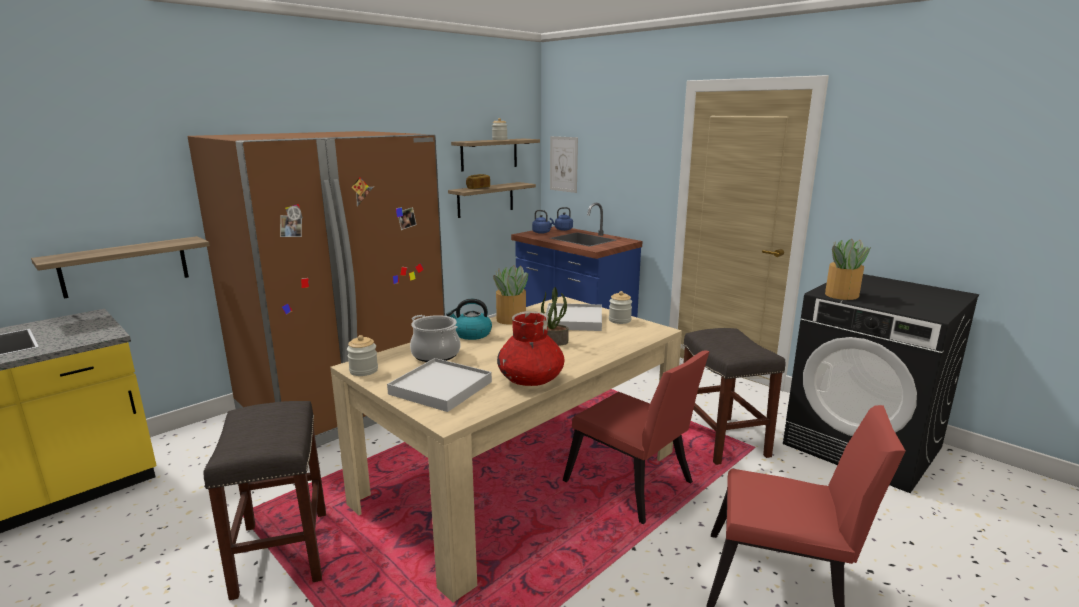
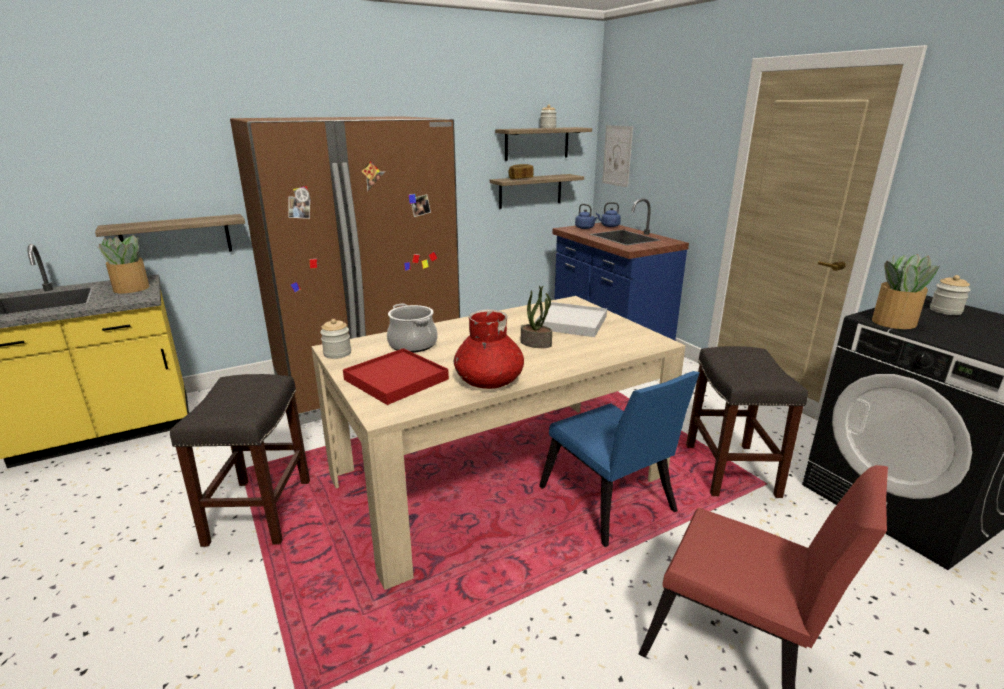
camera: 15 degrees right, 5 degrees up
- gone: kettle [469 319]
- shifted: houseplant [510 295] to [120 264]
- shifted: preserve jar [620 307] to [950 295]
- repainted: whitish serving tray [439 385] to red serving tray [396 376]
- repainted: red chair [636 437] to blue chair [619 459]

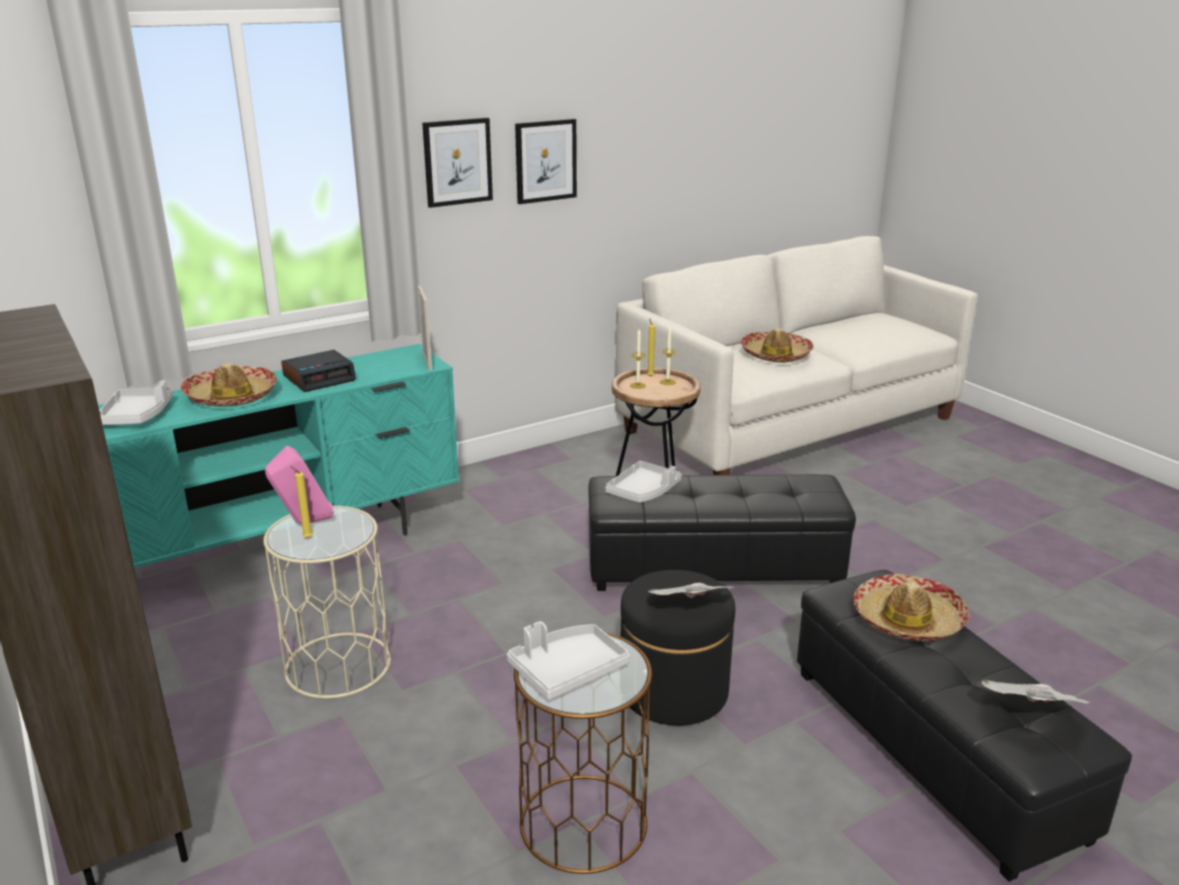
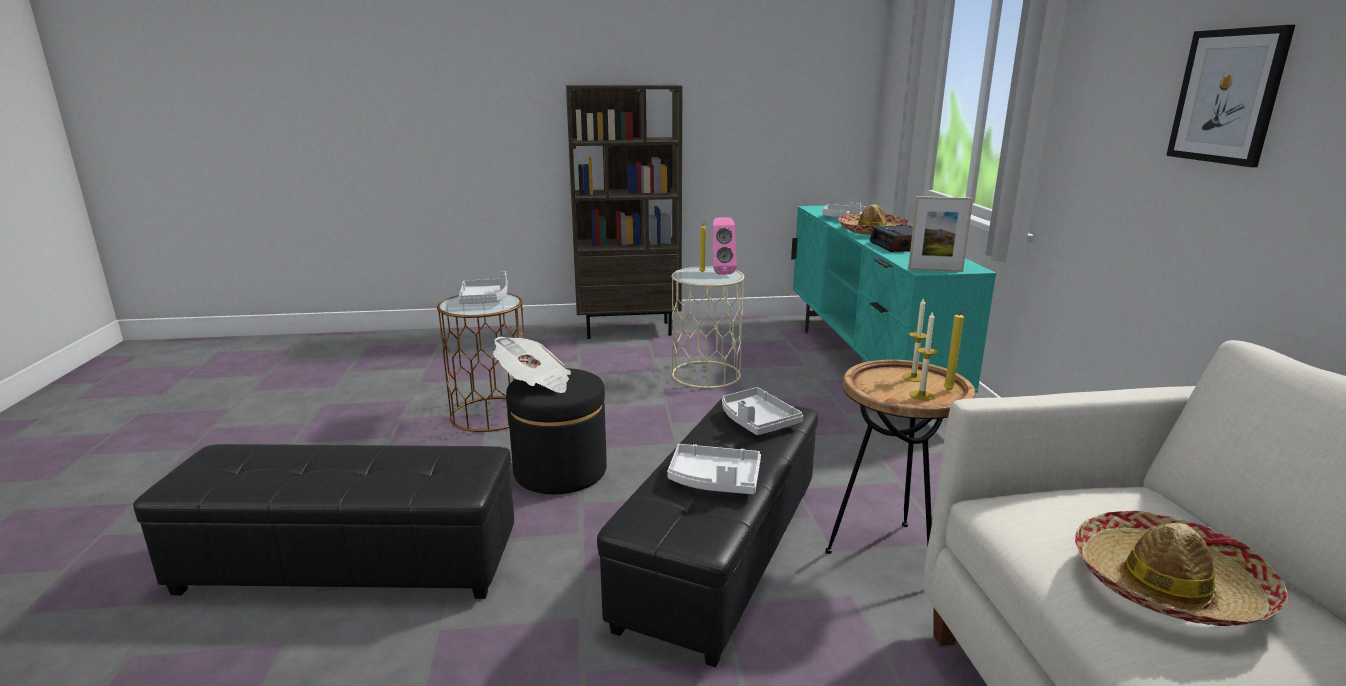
camera: 115 degrees right, 5 degrees down
- gone: wall picture [457 163]
- gone: clothing hat [911 607]
- gone: newspaper [1035 692]
- new: whitish serving tray [714 469]

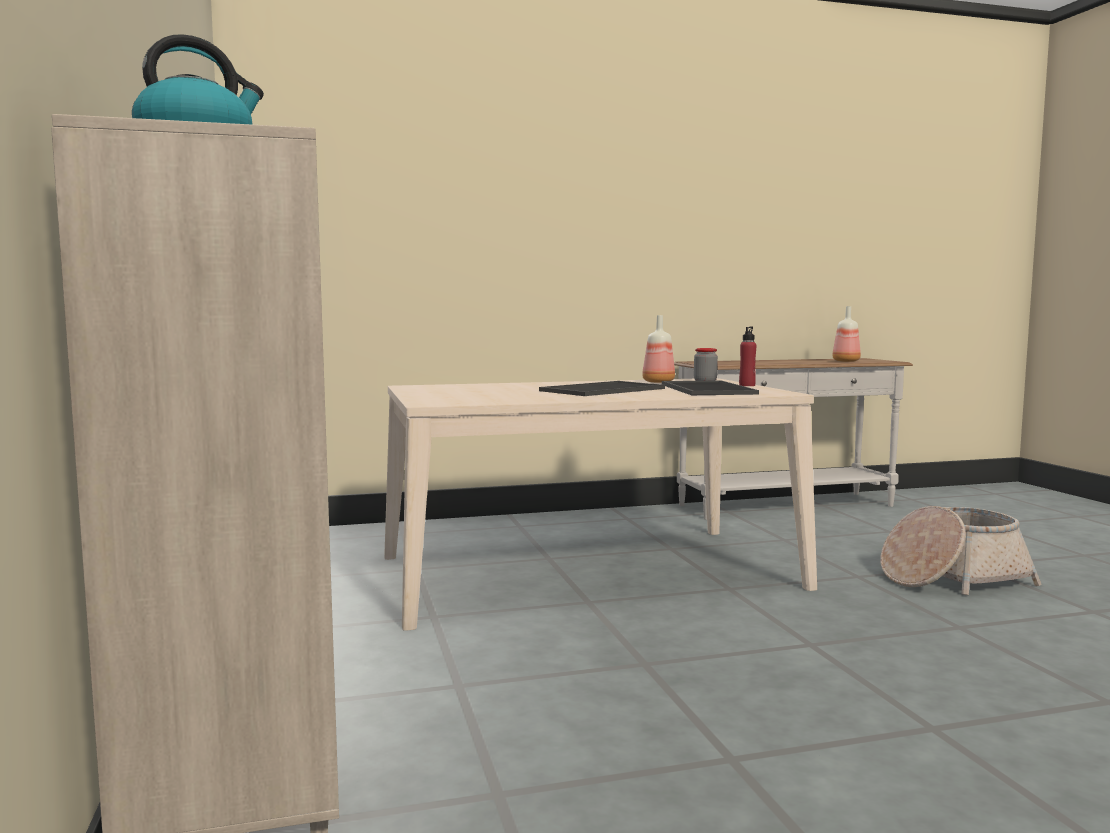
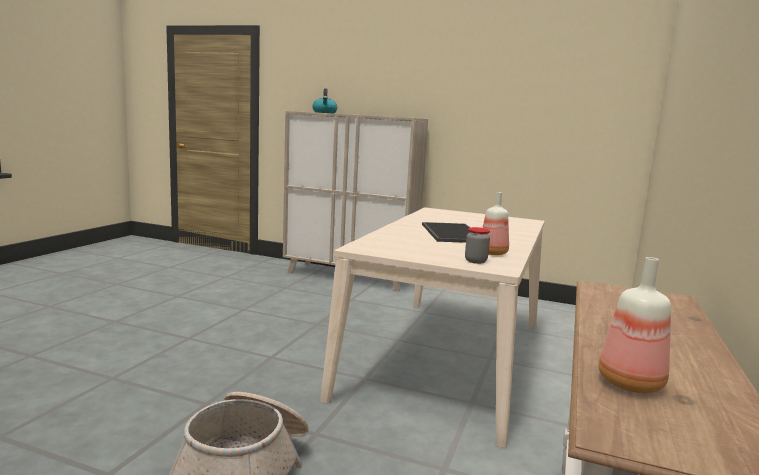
camera: 125 degrees right, 5 degrees up
- gone: serving tray [710 387]
- gone: red bottle [747 356]

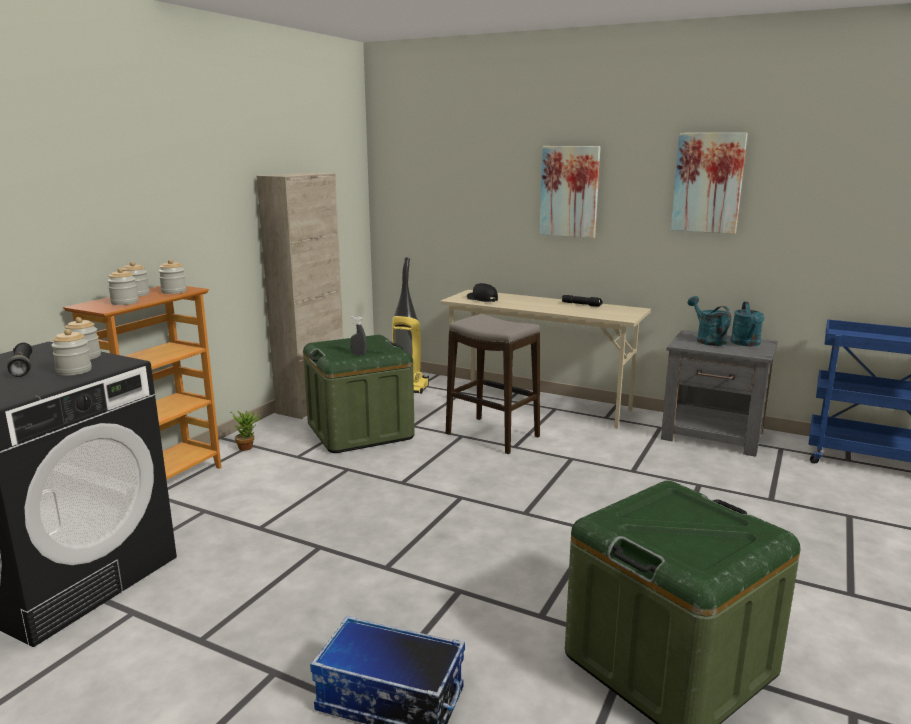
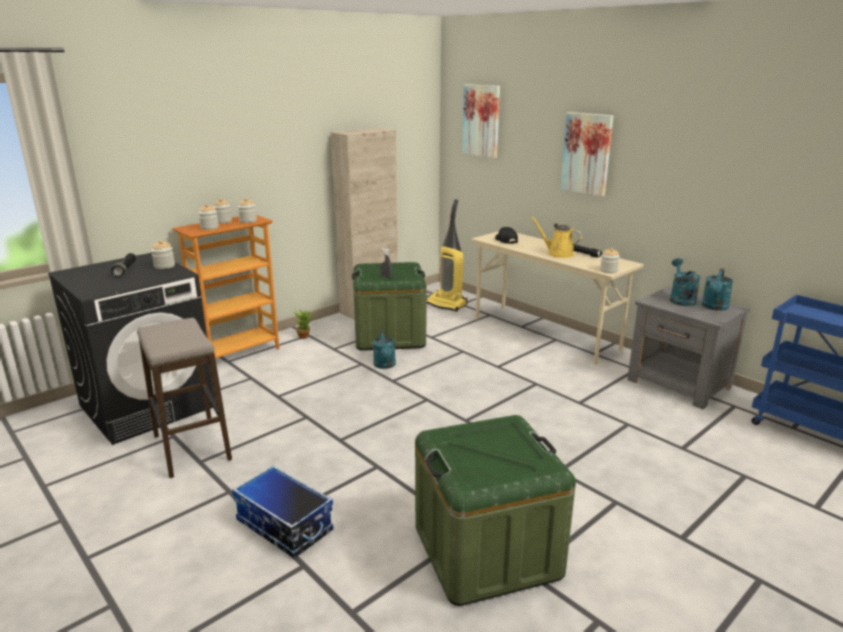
camera: 20 degrees right, 5 degrees up
- new: turquoise watering can [384 349]
- new: yellow watering can [556 237]
- shifted: preserve jar [71 352] to [610 260]
- shifted: sitting stool [493 384] to [184 398]
- shifted: wall picture [709 183] to [481 121]

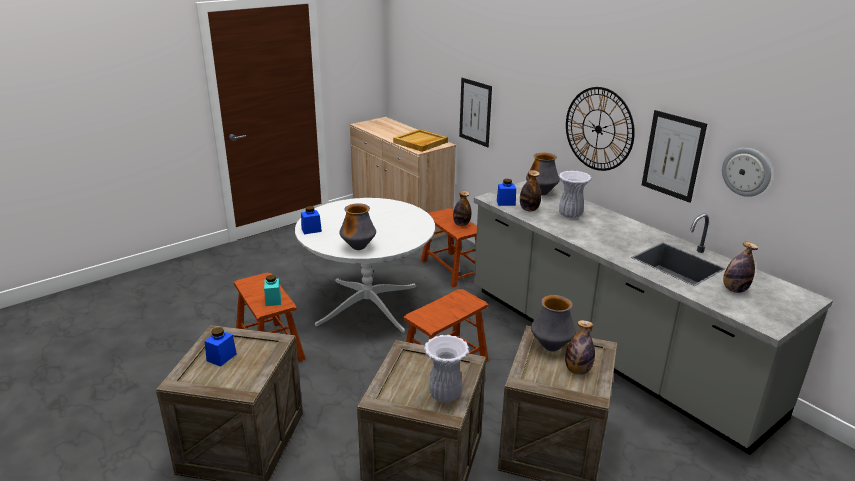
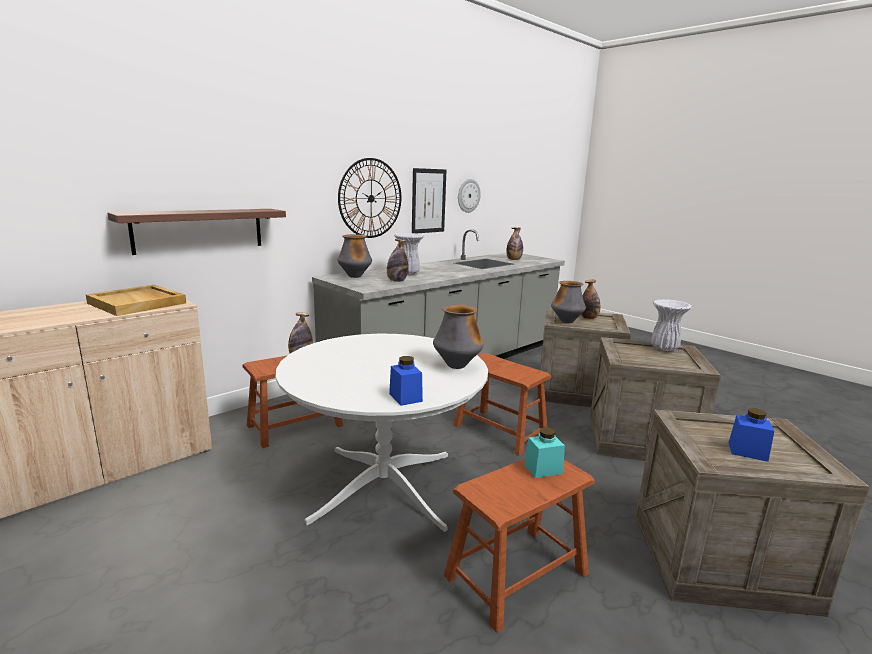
camera: 95 degrees left, 10 degrees down
- gone: blue preserve jar [506 192]
- swapped: wall picture [475 112] to shelf [196 232]

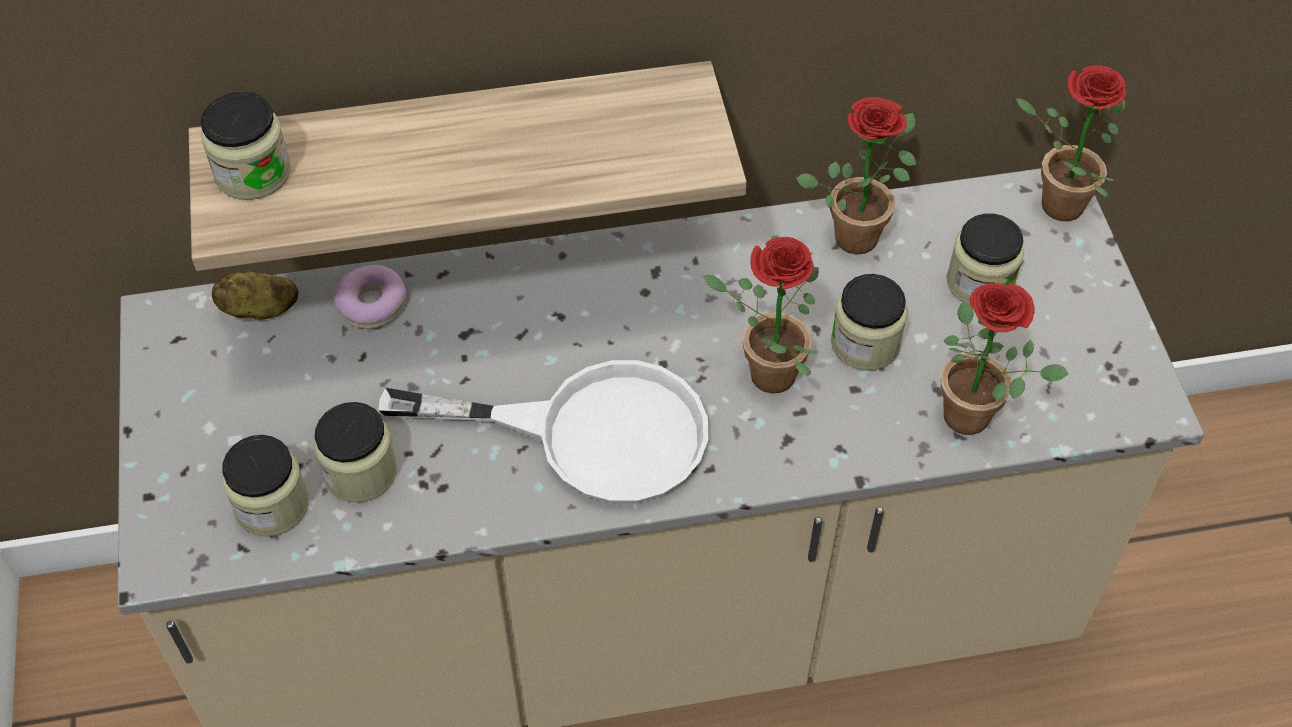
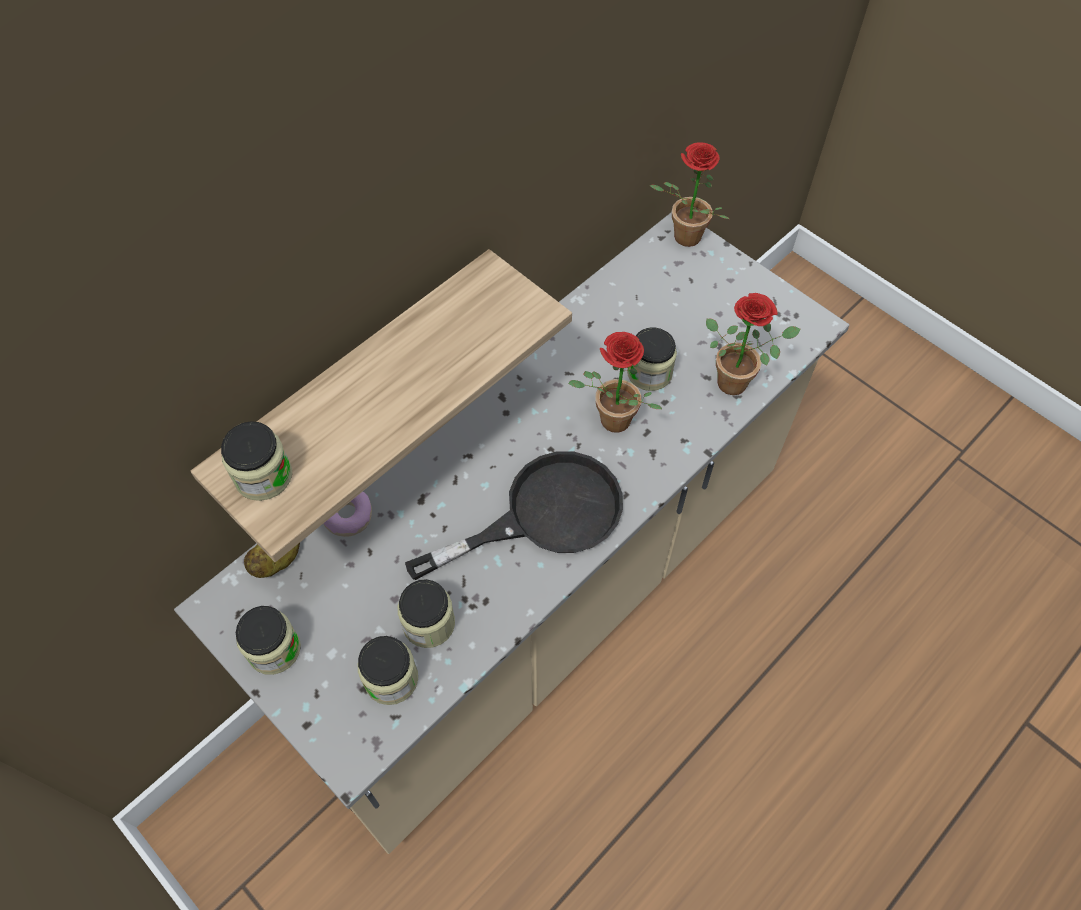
camera: 35 degrees left, 5 degrees up
- gone: houseplant [856 176]
- shifted: preserve jar [985 260] to [268 640]
- repainted: whitish pan [543 431] to black-coloured pan [514 515]

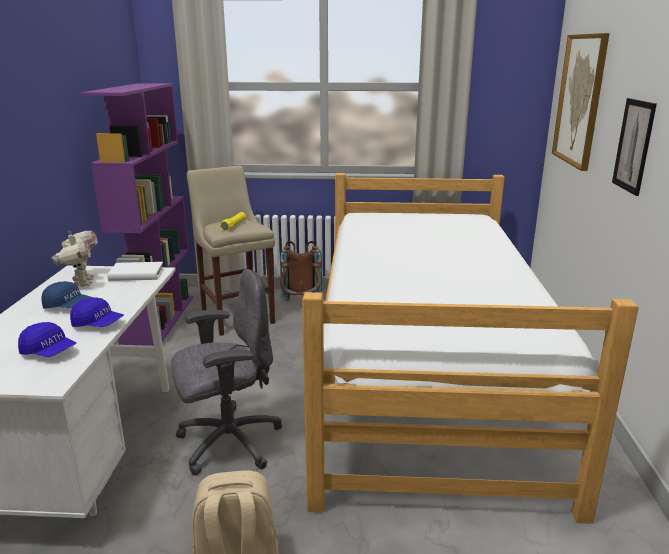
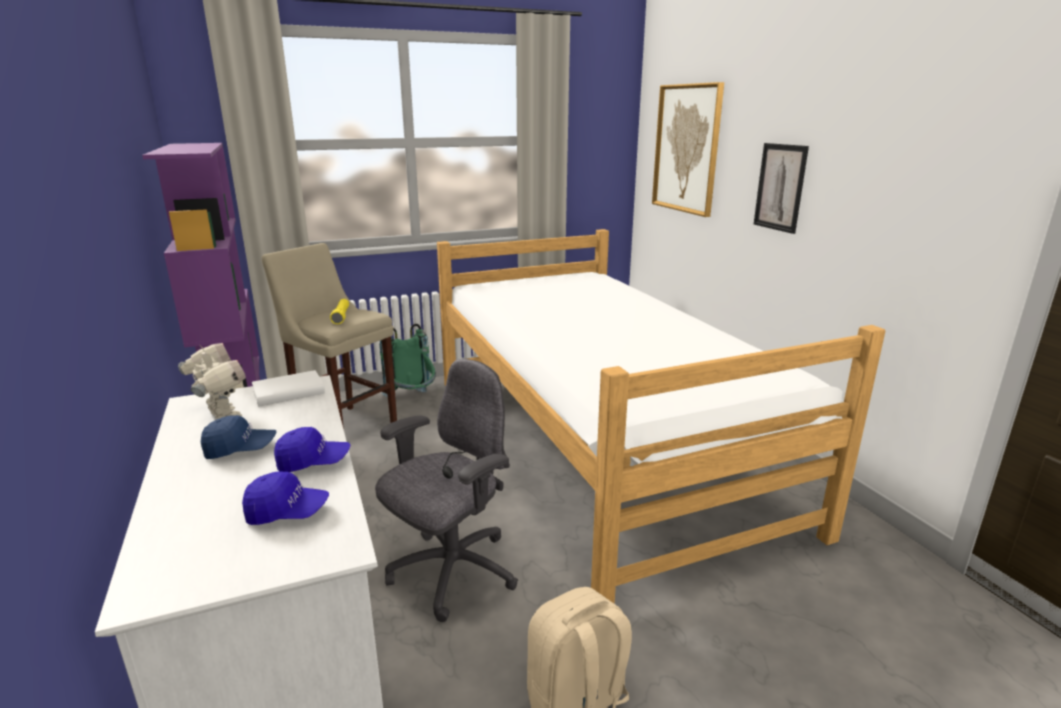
camera: 25 degrees left, 0 degrees up
- repainted: brownish knapsack [301 271] to green knapsack [408 360]

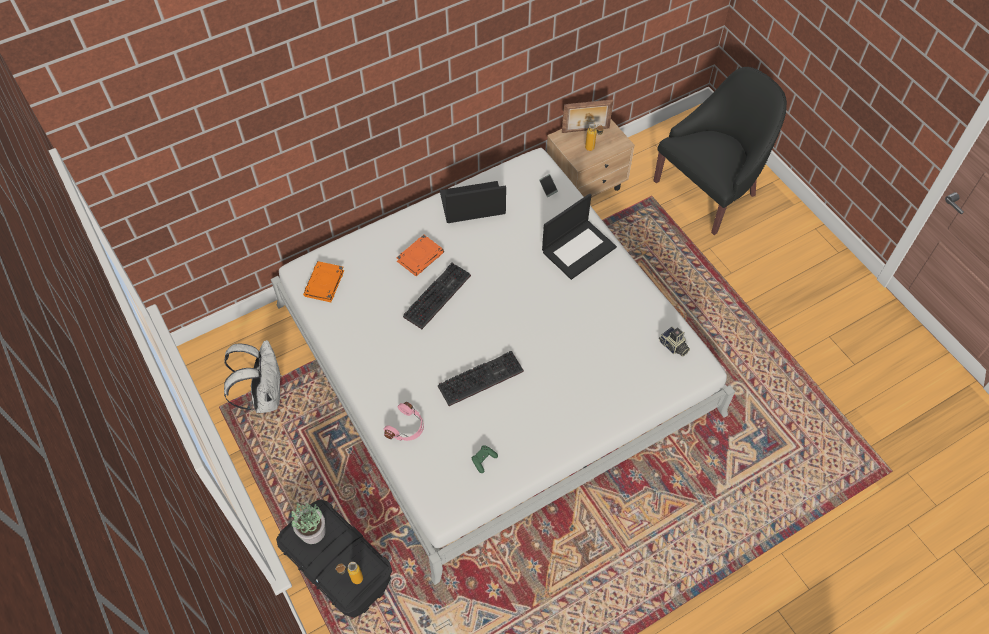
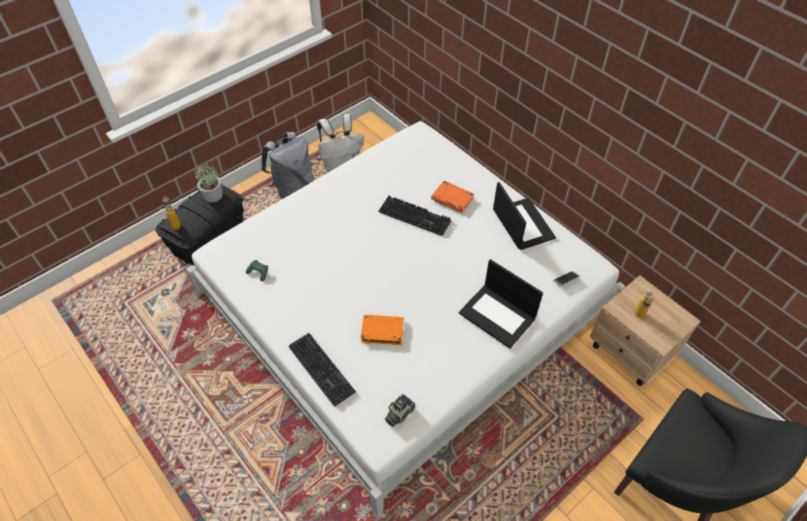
camera: 80 degrees right, 5 degrees down
- gone: pinkish headset [404 421]
- gone: picture frame [587 116]
- new: gray knapsack [287 165]
- shifted: orange book [323 281] to [382 330]
- shifted: computer keyboard [481 378] to [322 369]

